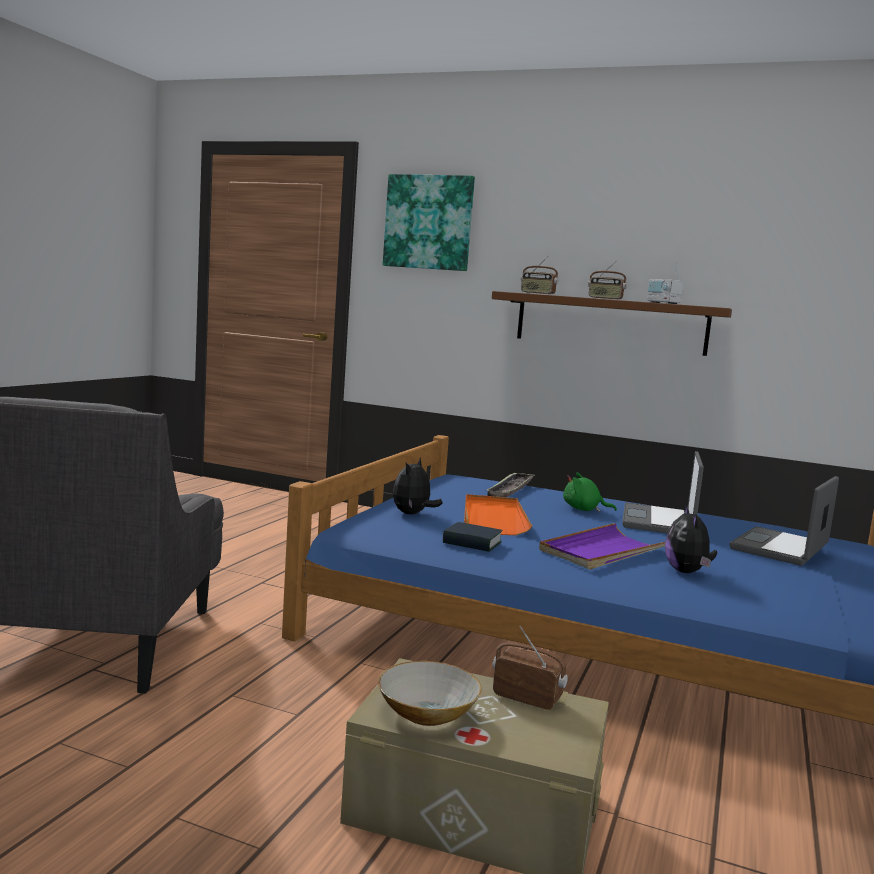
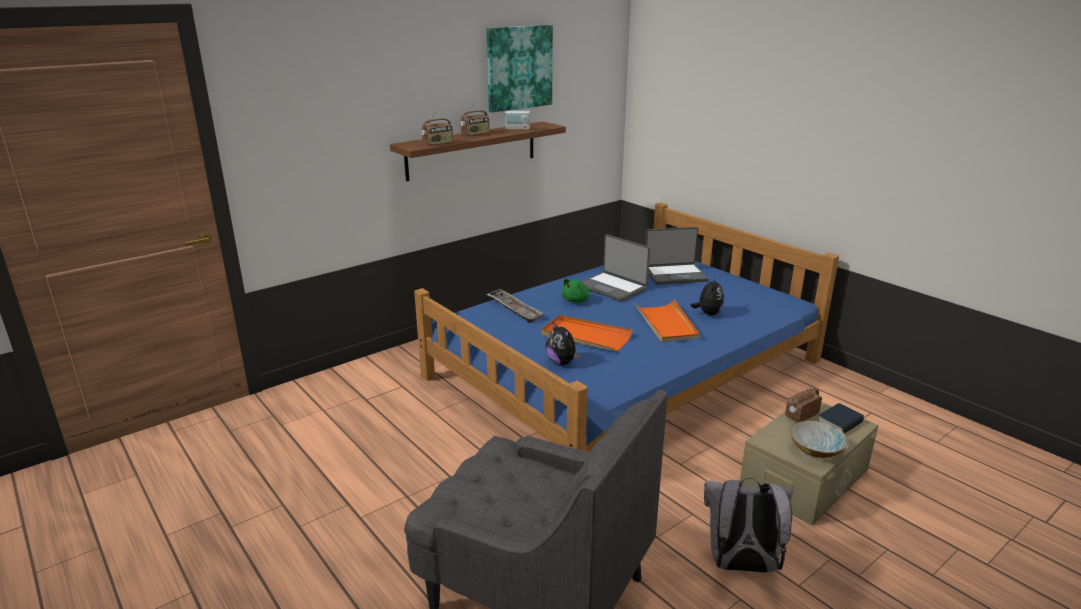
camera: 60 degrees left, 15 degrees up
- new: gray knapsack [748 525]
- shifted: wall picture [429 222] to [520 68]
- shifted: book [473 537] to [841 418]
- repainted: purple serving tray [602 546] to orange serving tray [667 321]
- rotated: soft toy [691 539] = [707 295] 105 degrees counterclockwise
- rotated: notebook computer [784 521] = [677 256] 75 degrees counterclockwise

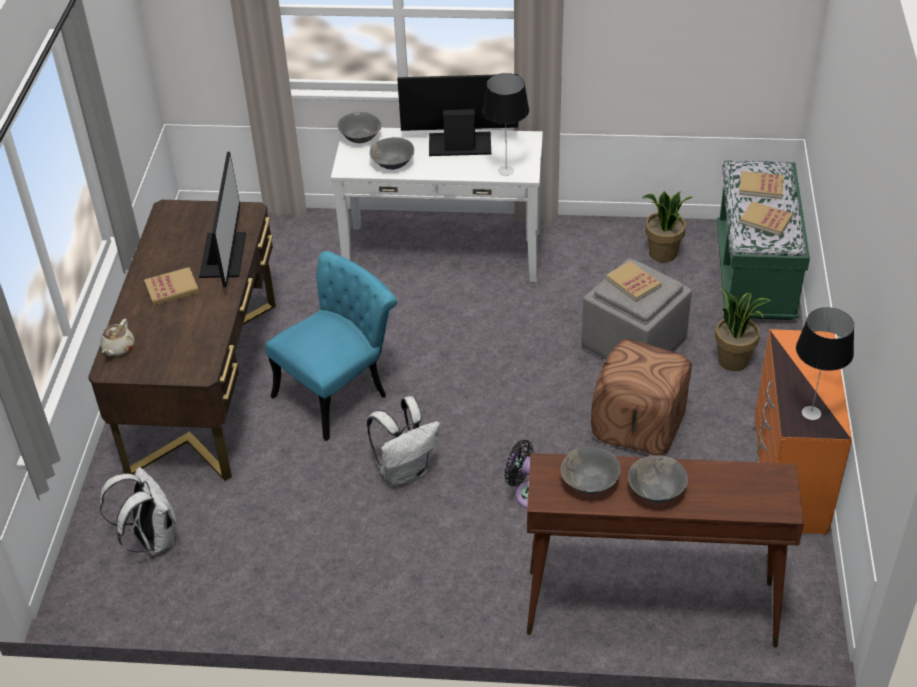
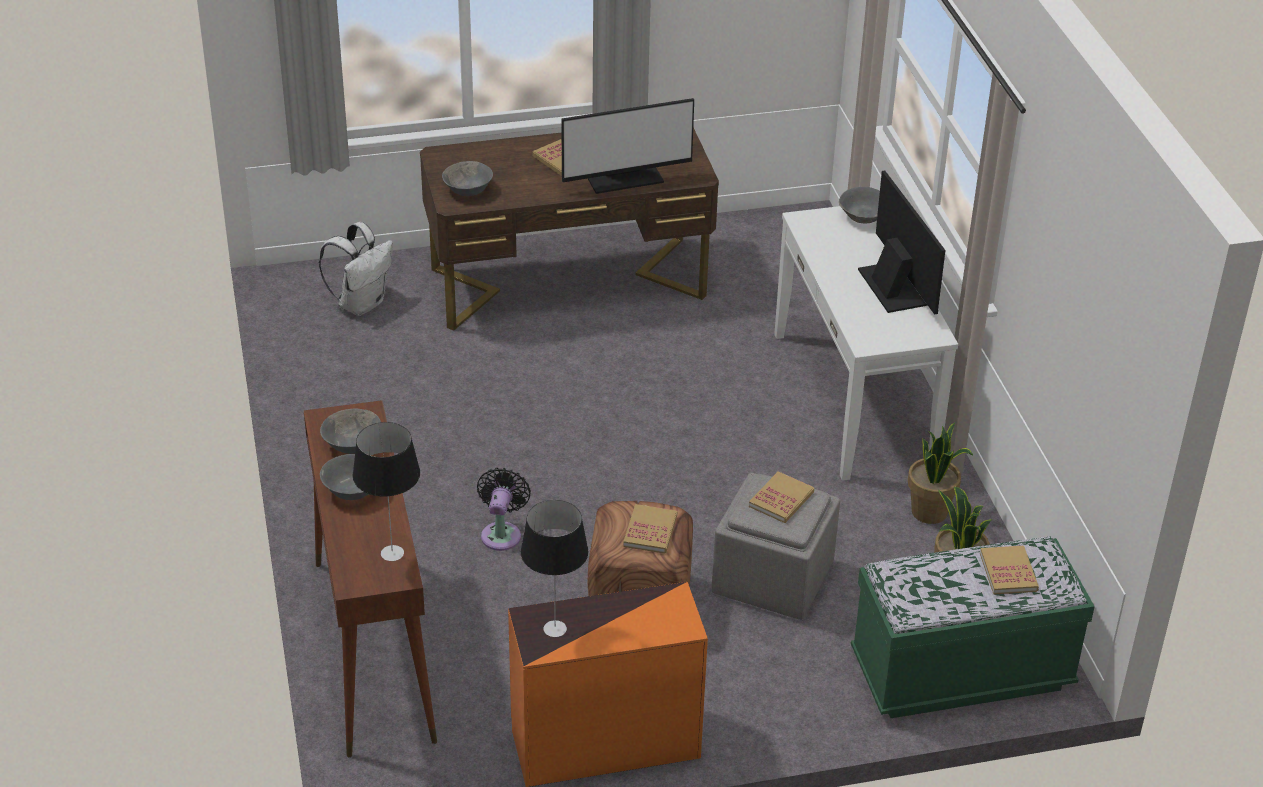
camera: 70 degrees right, 5 degrees down
- gone: beige-coloured teapot [117 337]
- gone: turquoise chair [331 346]
- gone: whitish knapsack [403 441]
- shifted: gray bowl [392 153] to [467 178]
- shifted: lamp for a table [505 124] to [386 491]
- shifted: houseplant [743 329] to [940 473]
- shifted: book [766 218] to [650 528]

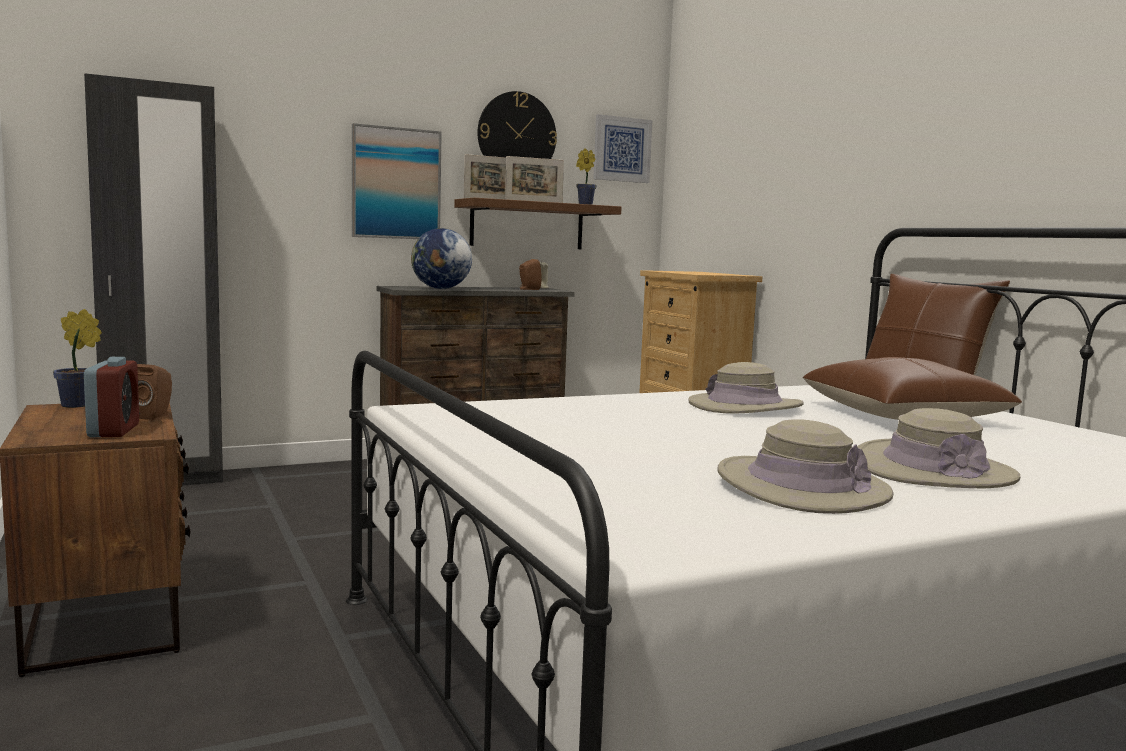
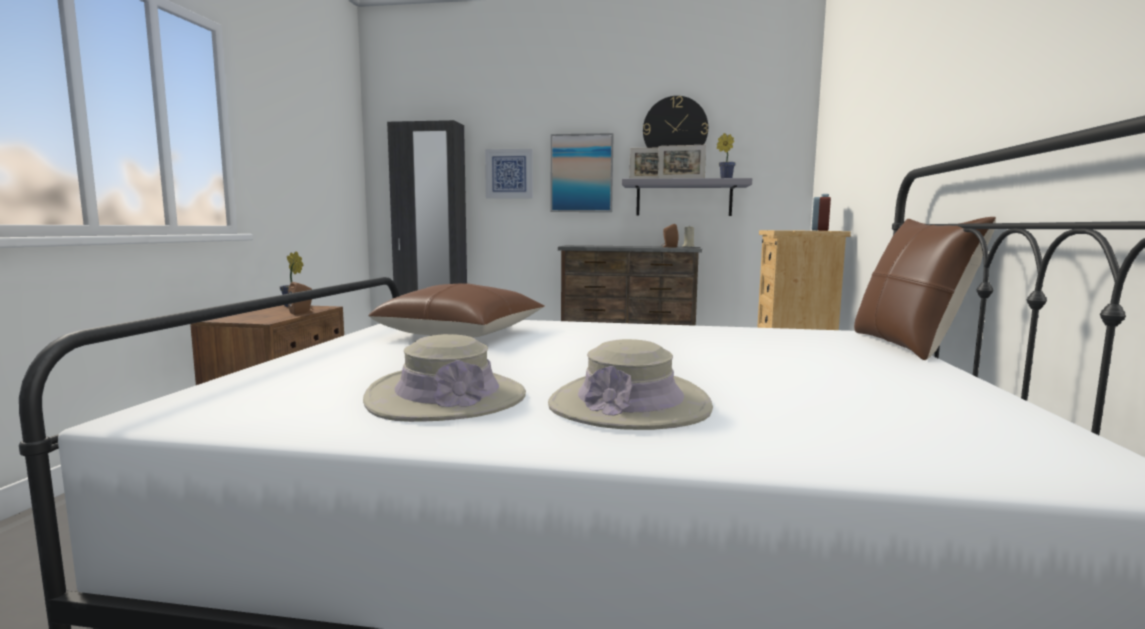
camera: 35 degrees right, 0 degrees up
- gone: globe [441 258]
- gone: beige-coloured clothing hat [746 387]
- shifted: table clock [111 397] to [821 212]
- shifted: wall picture [622 148] to [509 173]
- shifted: brownish cushion [912 388] to [456 310]
- repainted: brownish shelf [538 223] to gray shelf [687 197]

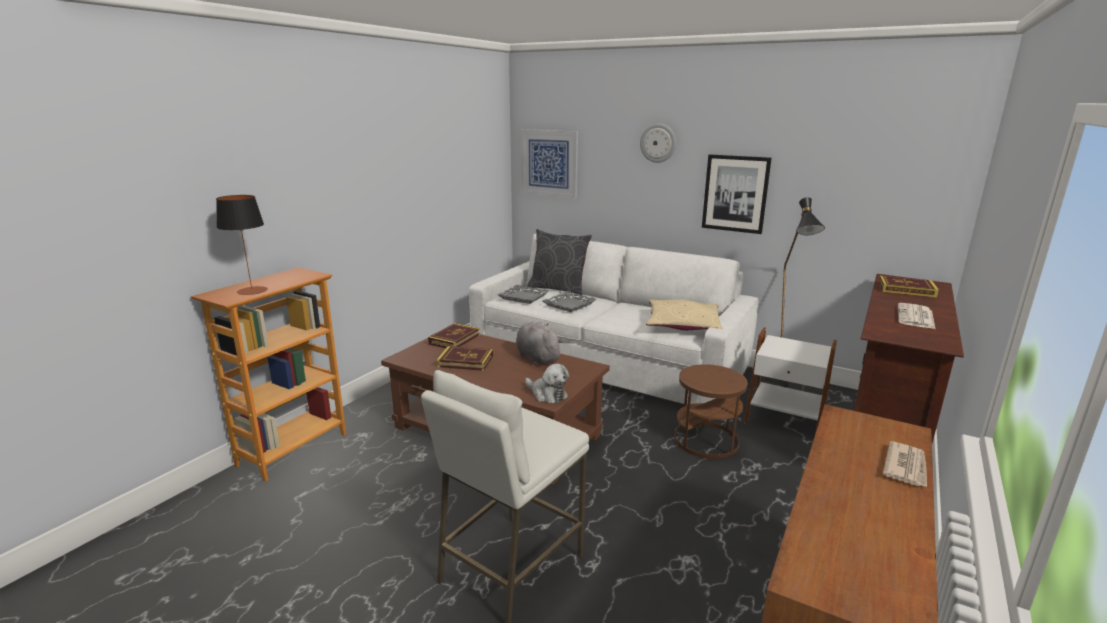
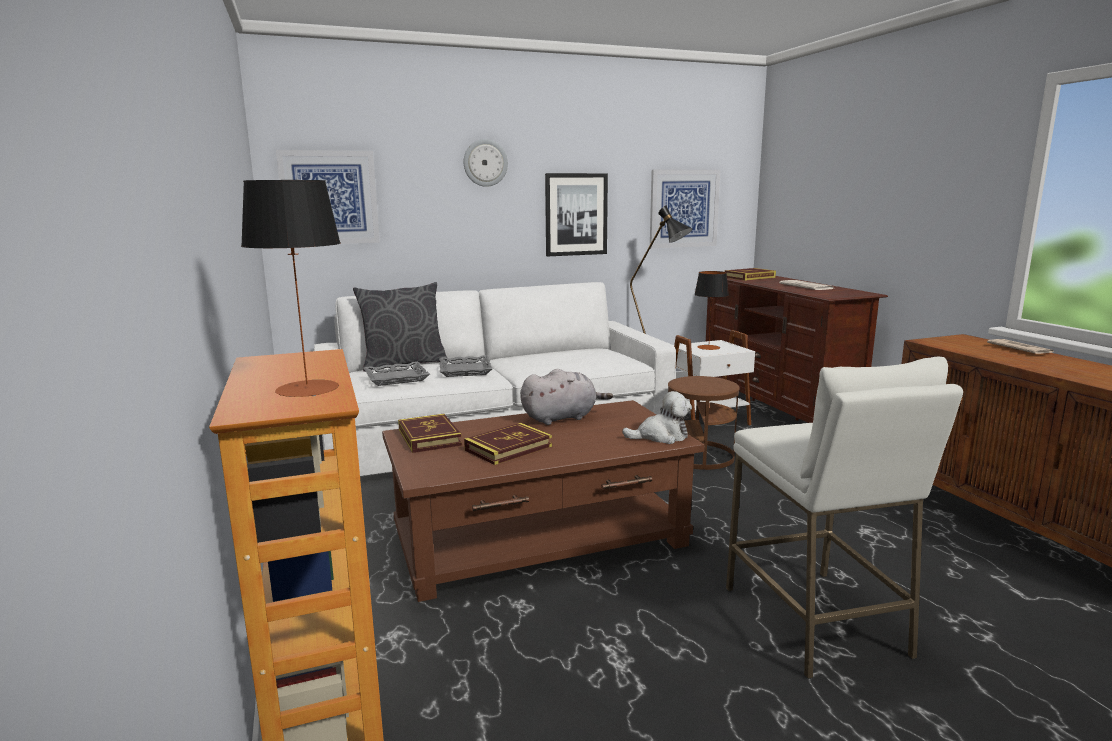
camera: 50 degrees left, 5 degrees down
- gone: beige-coloured cushion [684 314]
- new: wall picture [685 209]
- new: lamp for a table [711 310]
- rotated: gray soft toy [540 343] = [566 397] 150 degrees clockwise

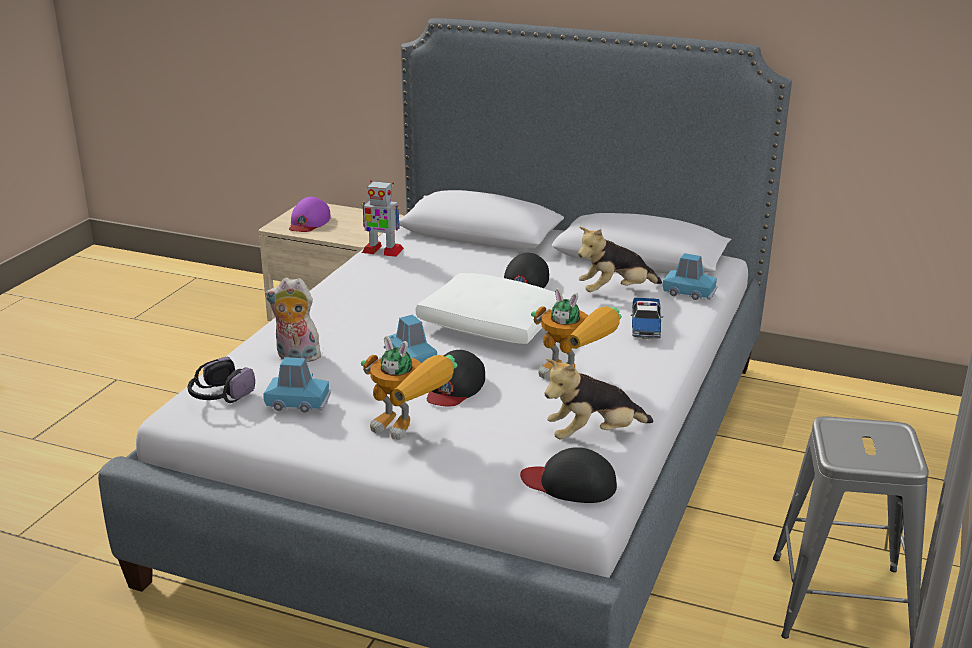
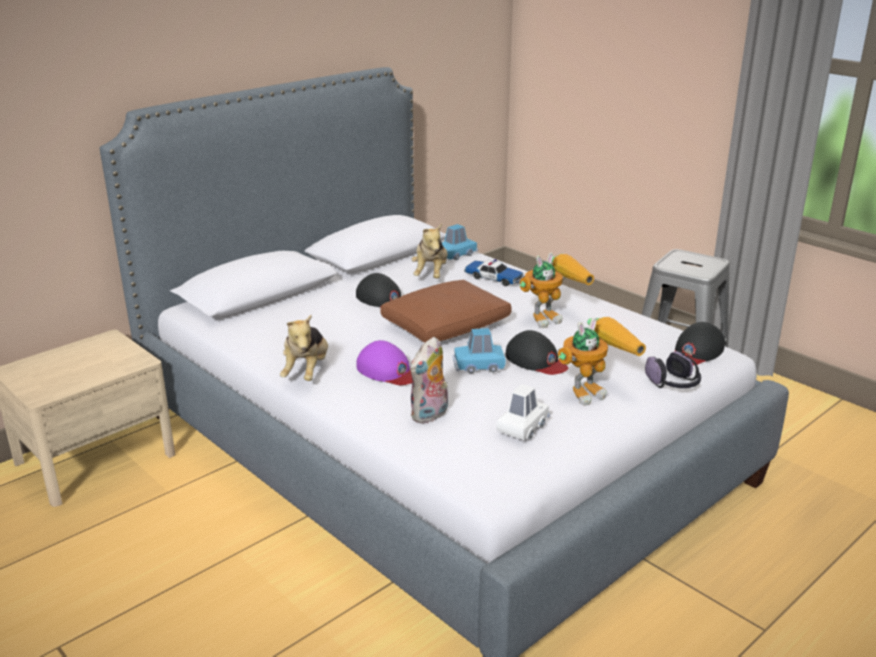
camera: 65 degrees left, 0 degrees up
- gone: robot figure [383 218]
- shifted: headset [221 380] to [673 369]
- shifted: purple peaked cap [310 214] to [385 362]
- shifted: soft toy [598 399] to [304 348]
- repainted: blue miniature car [297 385] to whitish miniature car [523 412]
- repainted: whitish cushion [491 308] to brownish cushion [446 311]

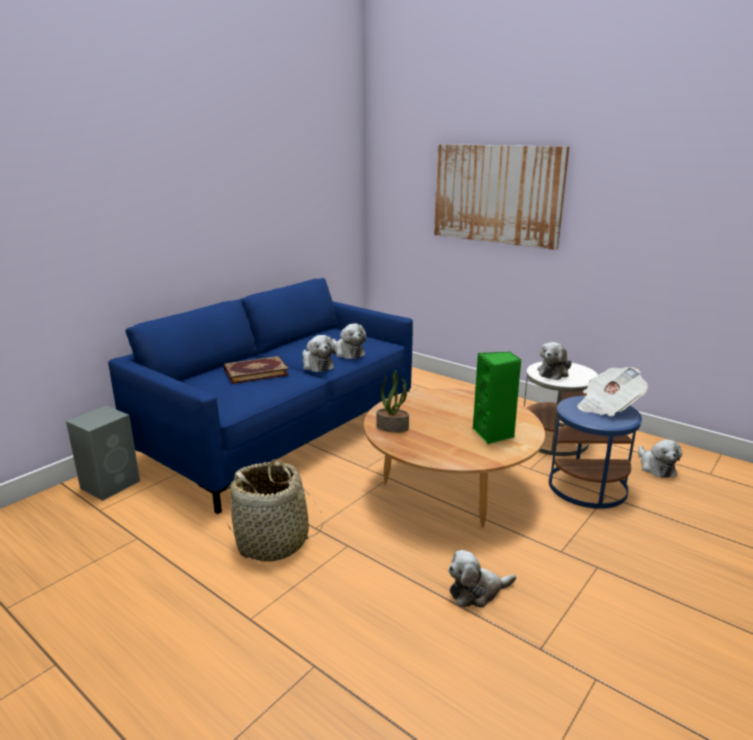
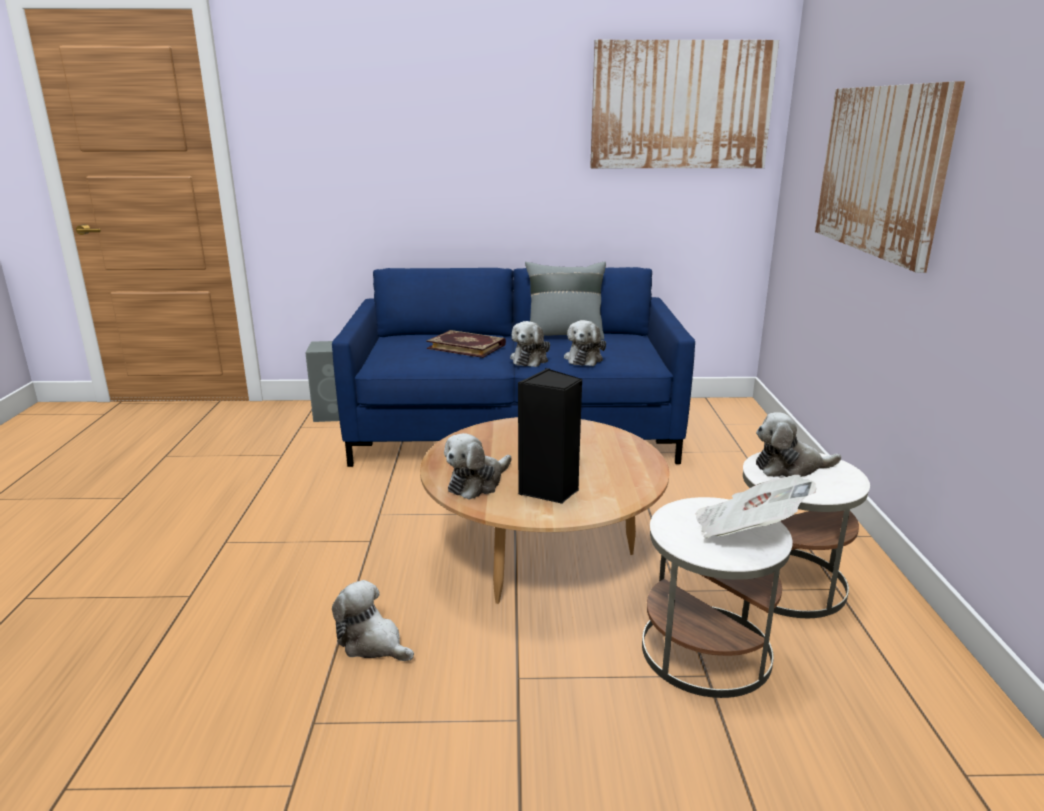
camera: 50 degrees right, 0 degrees up
- gone: household basket [275 510]
- gone: houseplant [393 401]
- new: gray cushion [565 300]
- new: wall picture [684 104]
- shifted: soft toy [660 459] to [477 466]
- repainted: green loudspeaker [497 398] to black-coloured loudspeaker [550 436]
- repainted: blue side table [595 452] to whitish side table [717 597]

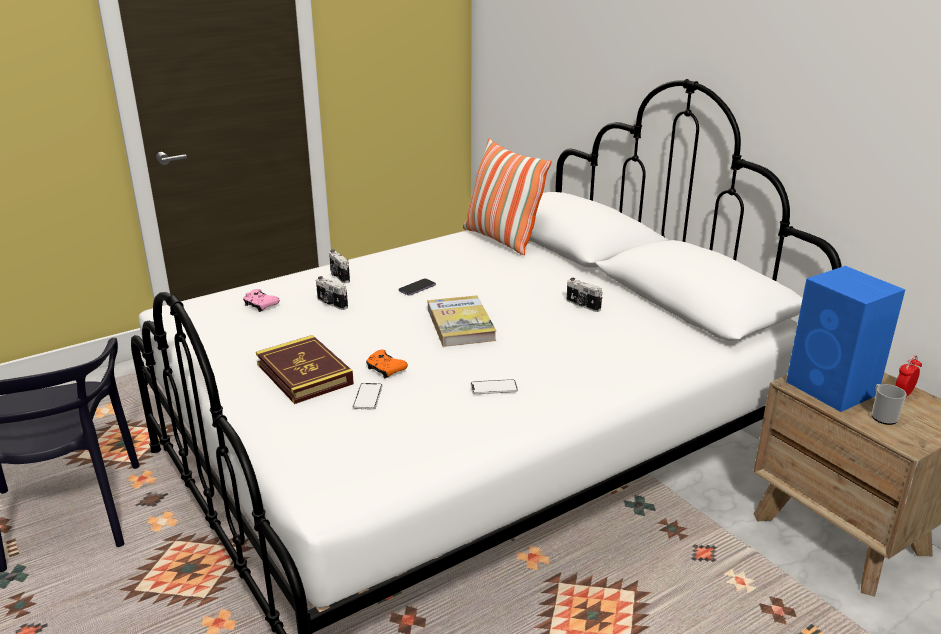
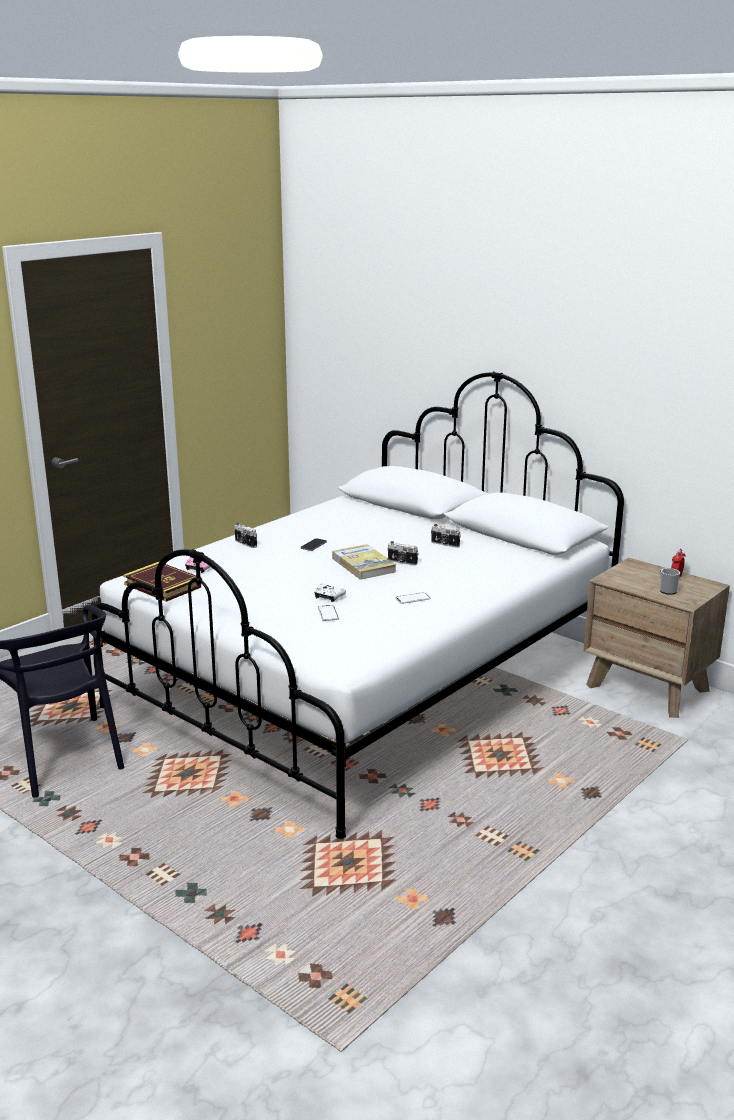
camera: 15 degrees left, 5 degrees down
- gone: cushion [507 196]
- gone: blue loudspeaker [845 339]
- shifted: book [305 369] to [162 582]
- shifted: still camera [332 293] to [402 553]
- repainted: orange game controller [387 364] to whitish game controller [330 593]

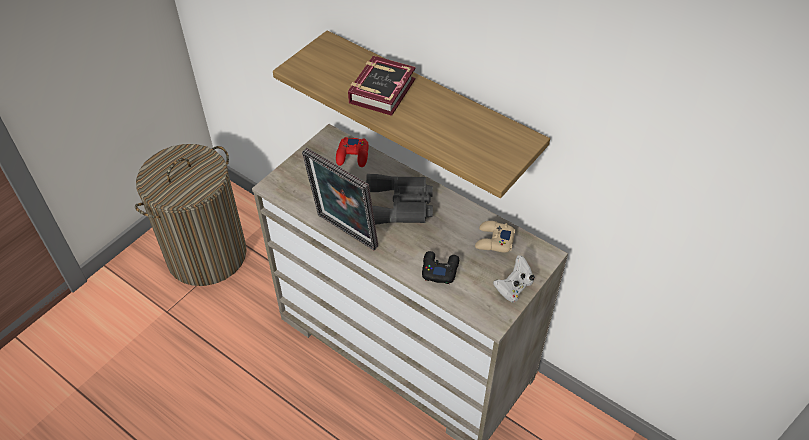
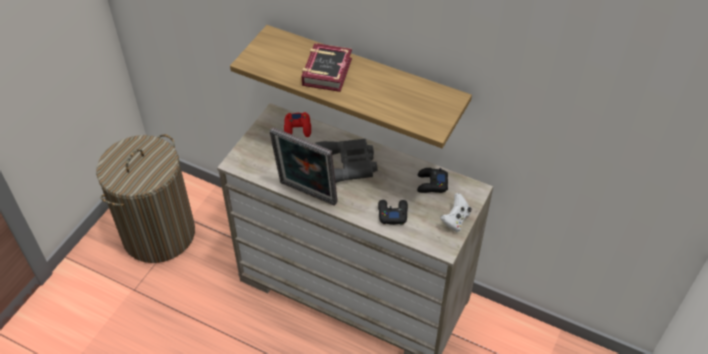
camera: 10 degrees left, 0 degrees up
- repainted: beige-coloured game controller [495 236] to black-coloured game controller [432 180]

